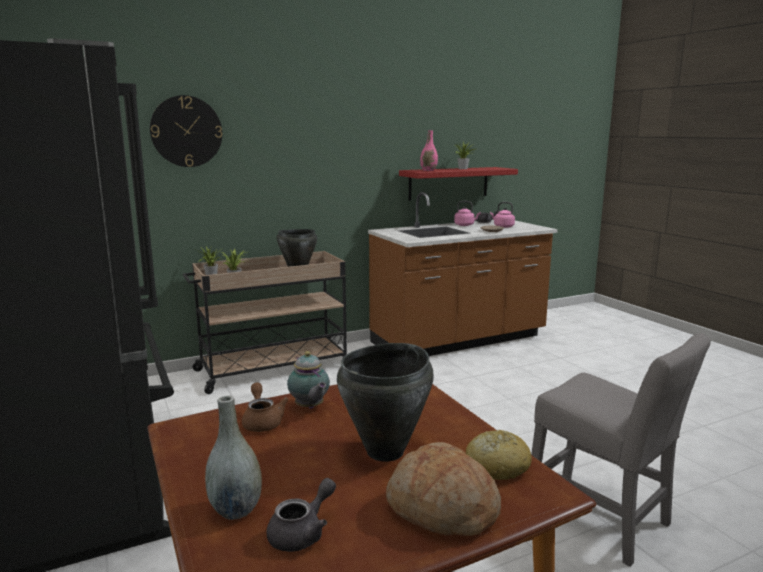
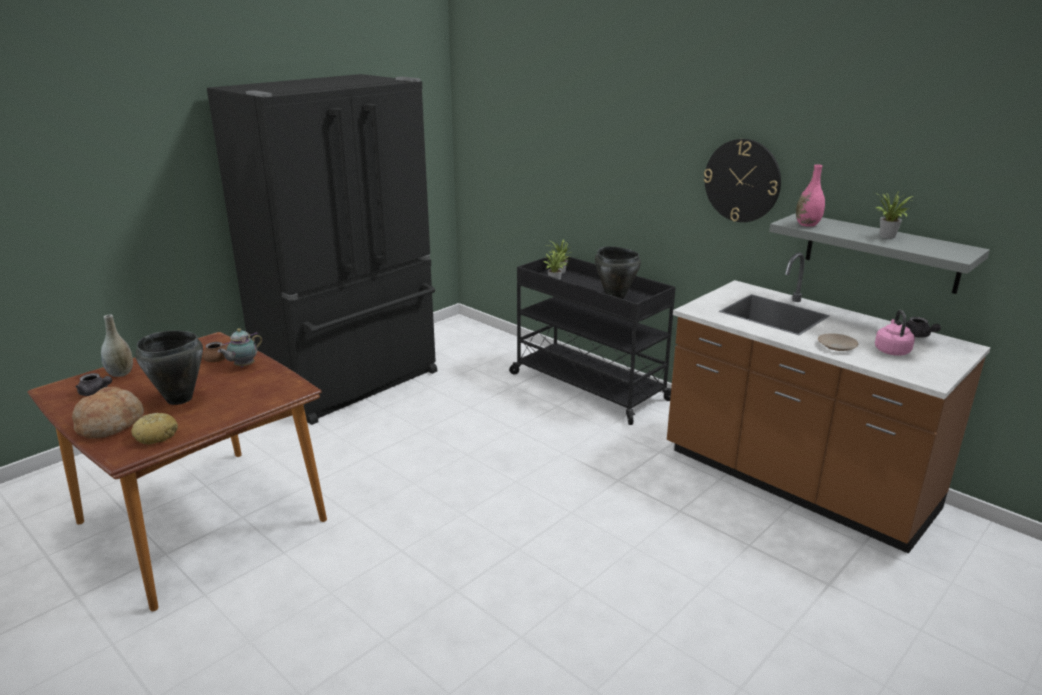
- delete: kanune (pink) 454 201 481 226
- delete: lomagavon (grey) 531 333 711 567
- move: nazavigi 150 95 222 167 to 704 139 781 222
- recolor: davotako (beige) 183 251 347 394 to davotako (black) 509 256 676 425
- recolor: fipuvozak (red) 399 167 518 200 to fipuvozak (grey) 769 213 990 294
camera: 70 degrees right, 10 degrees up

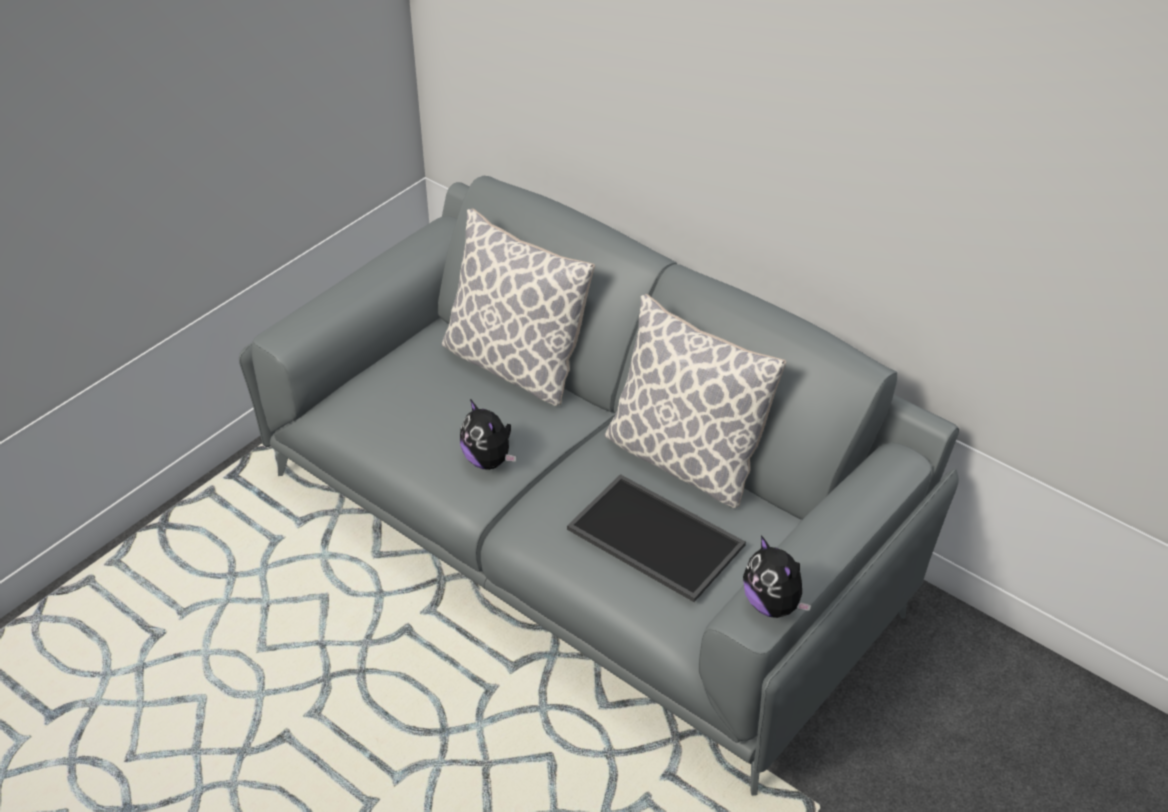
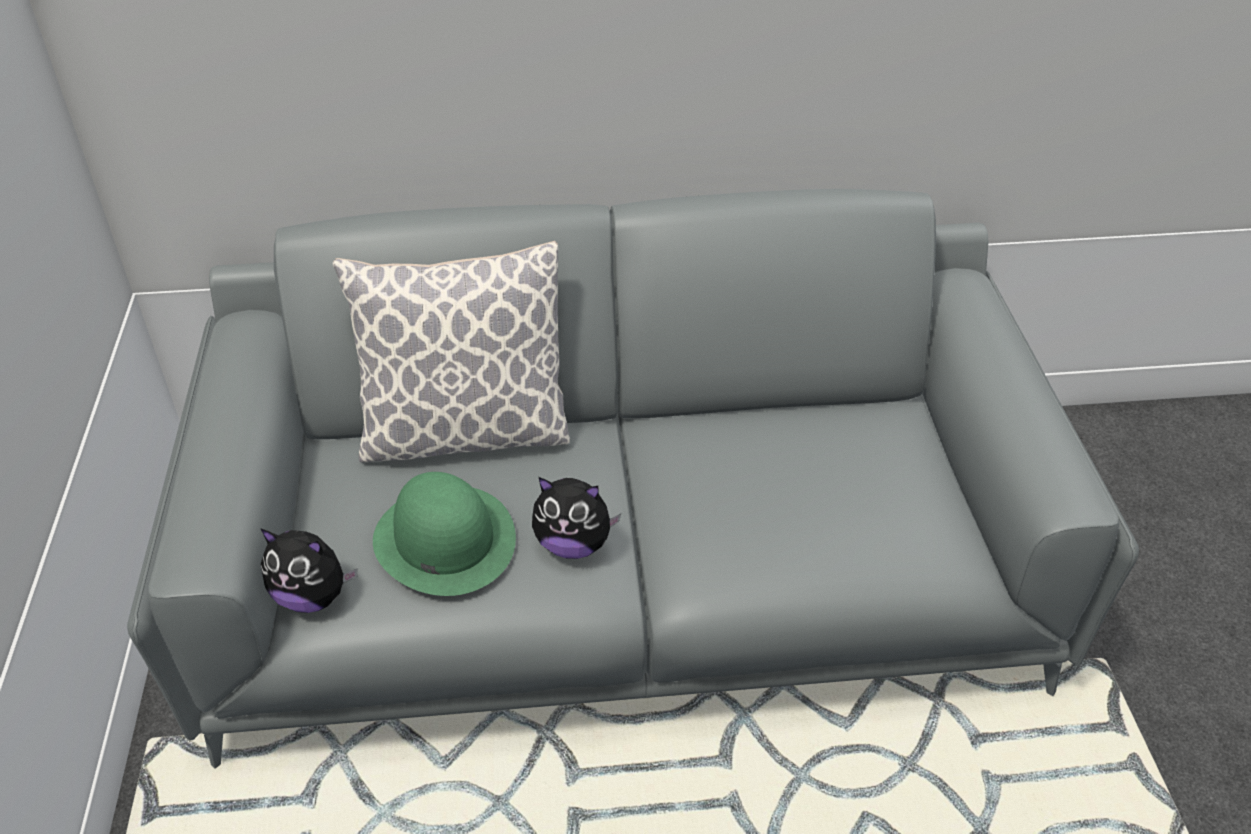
- delete: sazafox 567 474 746 602
- delete: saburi 604 294 787 508
- insert: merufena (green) 373 472 516 596
- move: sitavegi 743 535 811 618 to 260 528 357 613
camera: 45 degrees left, 0 degrees up

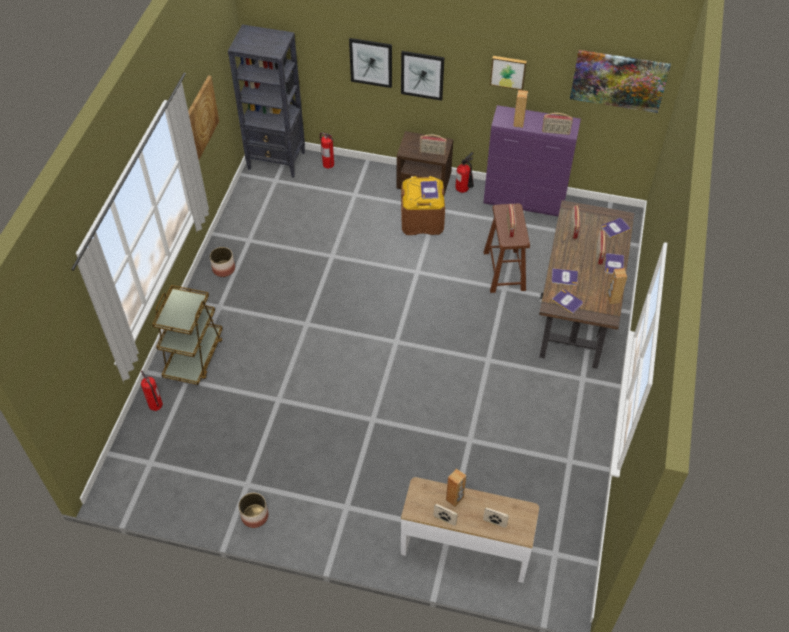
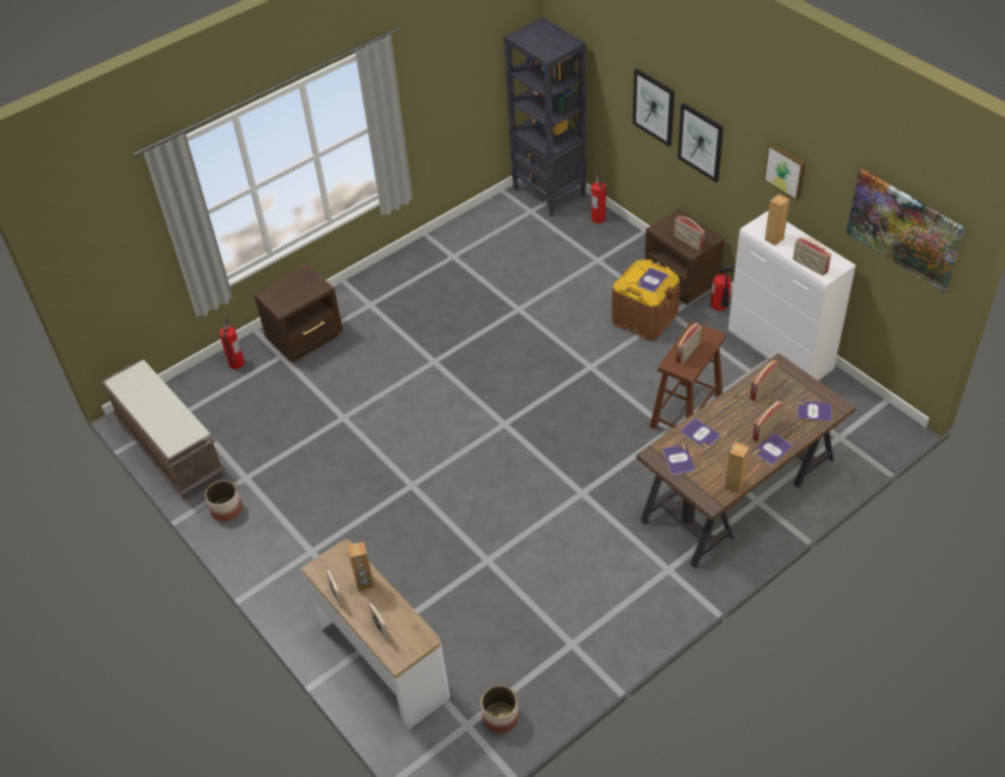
- delete: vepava 188 75 219 160
- insert: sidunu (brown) 100 359 225 499
- move: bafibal 210 247 235 277 to 481 685 519 733
- replace: davotako (brown) 152 285 223 385 to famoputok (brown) 254 265 343 362
- recolor: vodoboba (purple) 484 105 581 216 to vodoboba (white) 728 210 856 380
camera: 40 degrees right, 5 degrees down

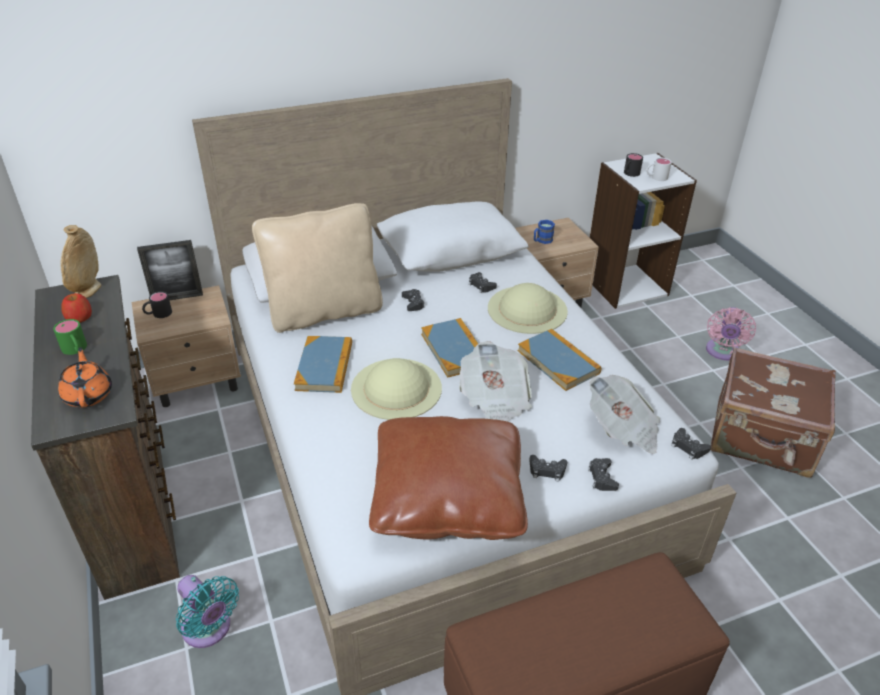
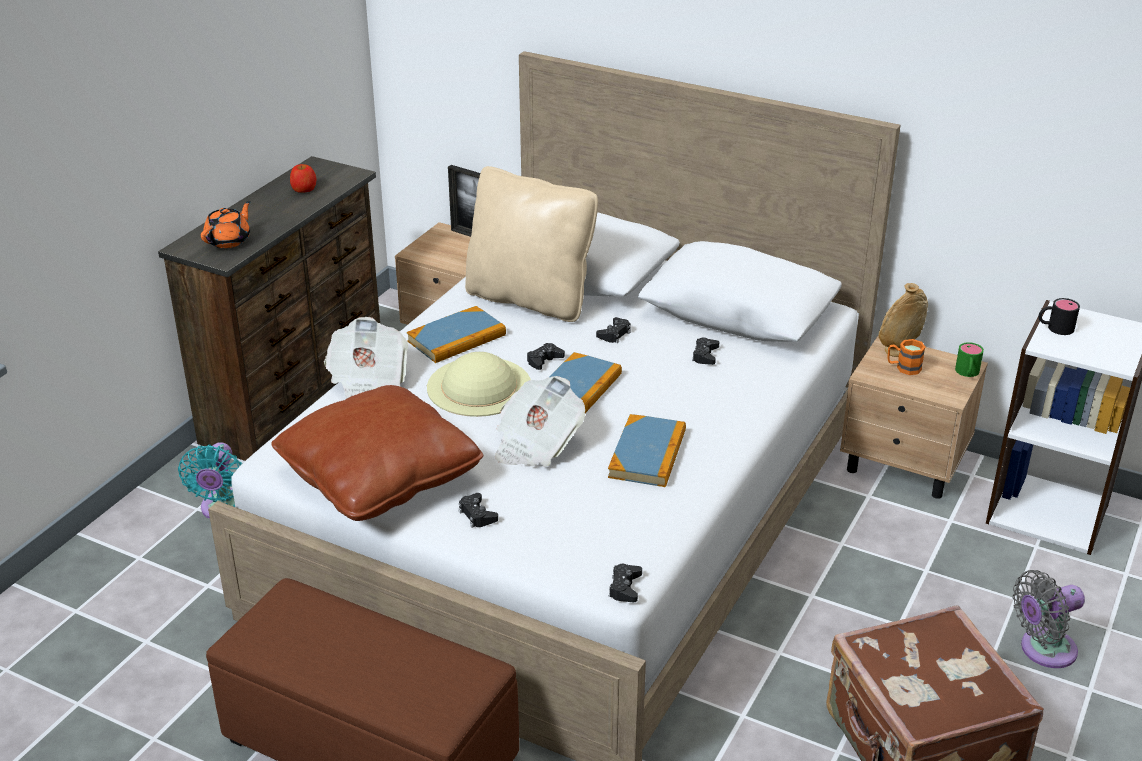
- delete: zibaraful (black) 142 291 172 318
- delete: merufena (beige) 488 283 568 334
- delete: zibaraful (white) 646 158 672 181
- move: zibaraful (green) 53 319 87 355 to 955 342 984 377
- move: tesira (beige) 60 225 101 298 to 878 283 928 357
- move: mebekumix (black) 588 458 619 491 to 527 343 565 370
- move: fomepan 590 375 660 454 to 324 317 409 399
- recolor: zibaraful (blue) 534 220 555 244 to zibaraful (orange) 887 339 925 375
- recolor: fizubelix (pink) 706 307 756 360 to fizubelix (grey) 1012 570 1085 668
camera: 50 degrees right, 5 degrees down

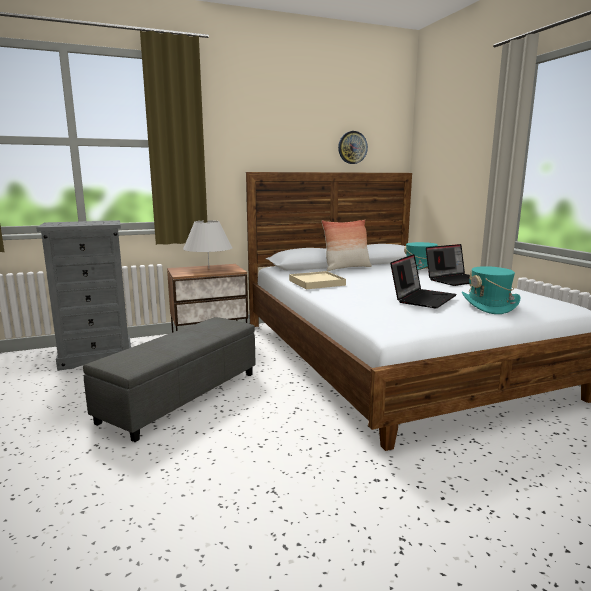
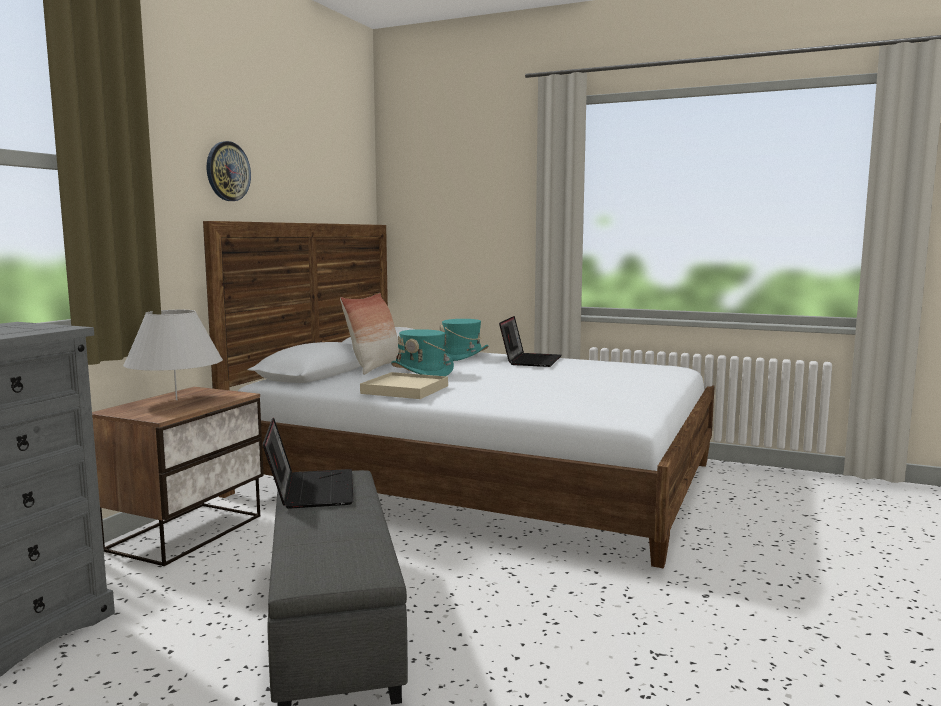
- move: nazavigi 338 131 368 164 to 207 141 251 201
- move: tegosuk 390 254 457 309 to 263 417 354 509
- move: merufena (turquoise) 462 266 521 314 to 391 329 454 376
camera: 45 degrees left, 5 degrees down

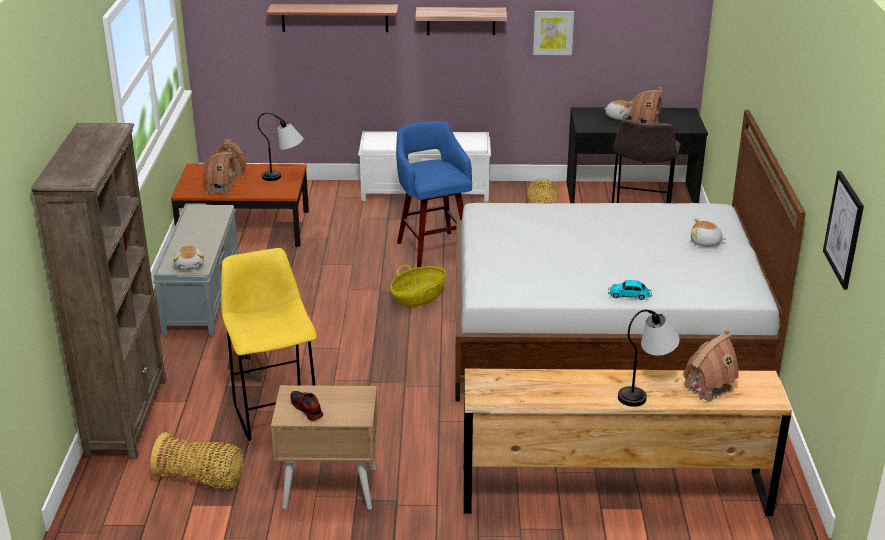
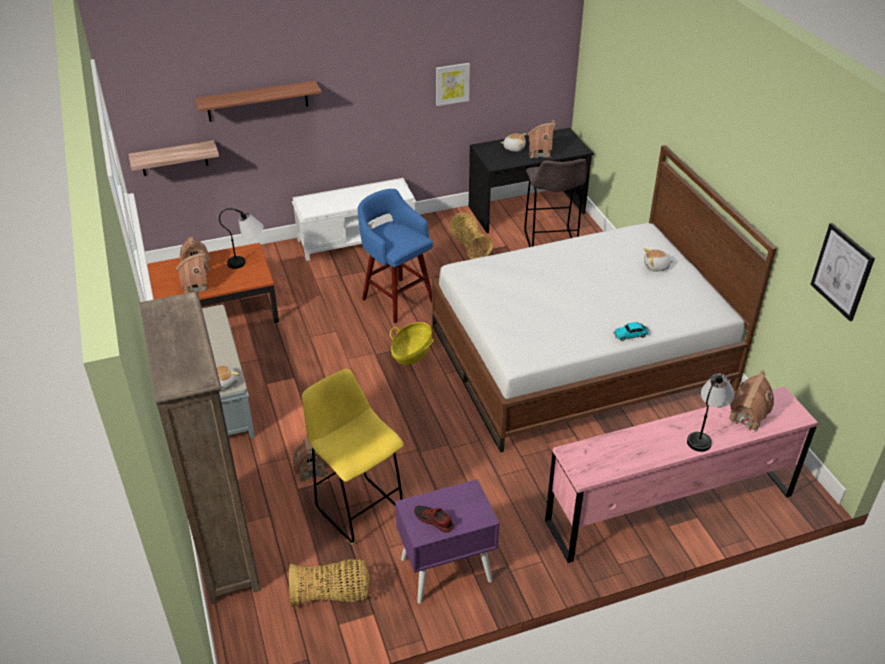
- move: fipuvozak 415 7 507 35 to 128 140 219 176
- recolor: famoputok (beige) 271 385 378 510 to famoputok (purple) 395 479 500 604
- recolor: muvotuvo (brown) 464 369 792 516 to muvotuvo (pink) 545 386 818 563
camera: 20 degrees left, 10 degrees up

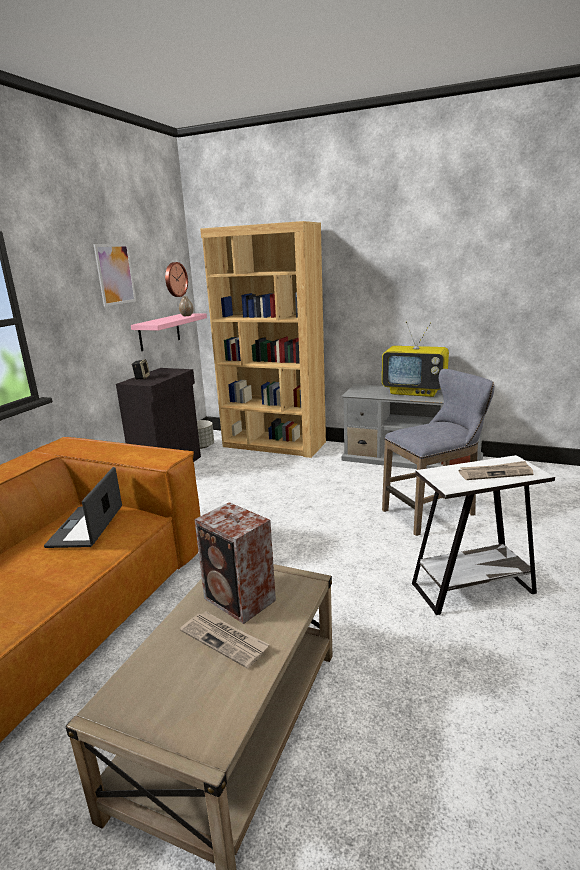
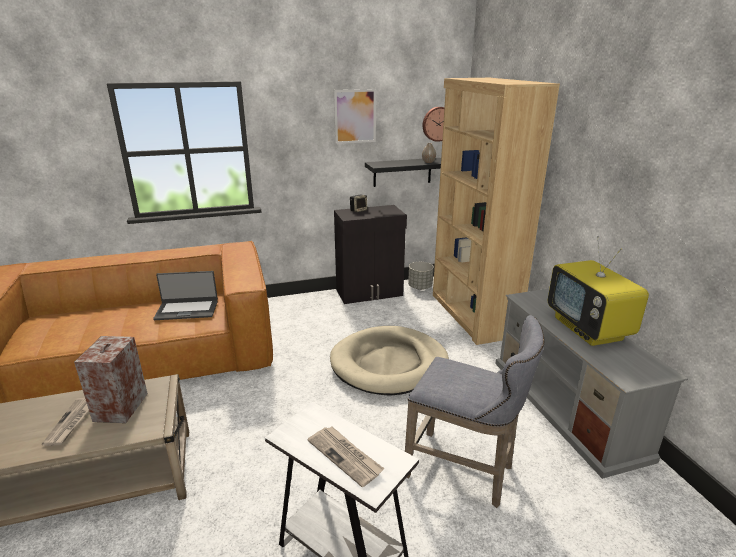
- insert: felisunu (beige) 330 326 449 396
- recolor: fipuvozak (pink) 131 314 207 351 to fipuvozak (black) 365 158 441 187
- rotate: tegosuk 44 467 122 548 = 153 271 218 320 150 degrees counterclockwise
camera: 50 degrees right, 5 degrees up

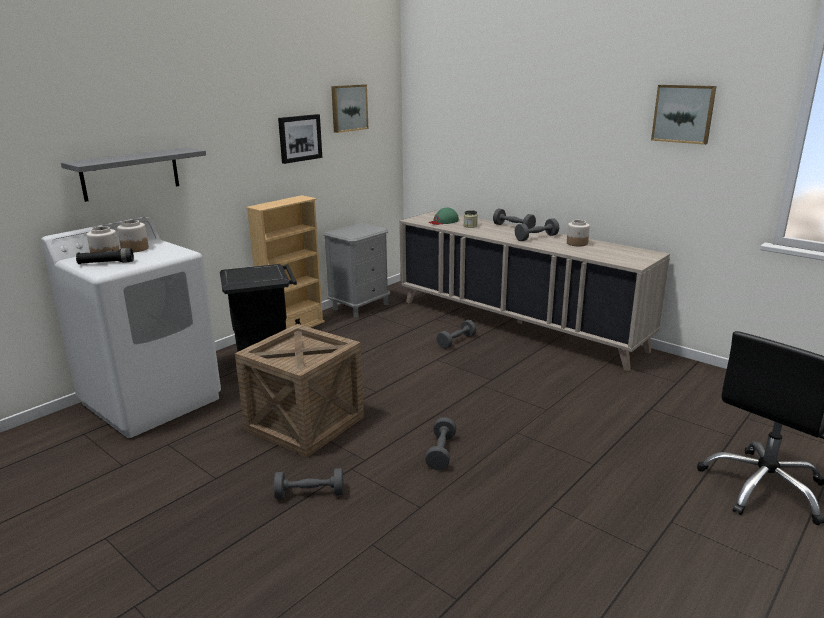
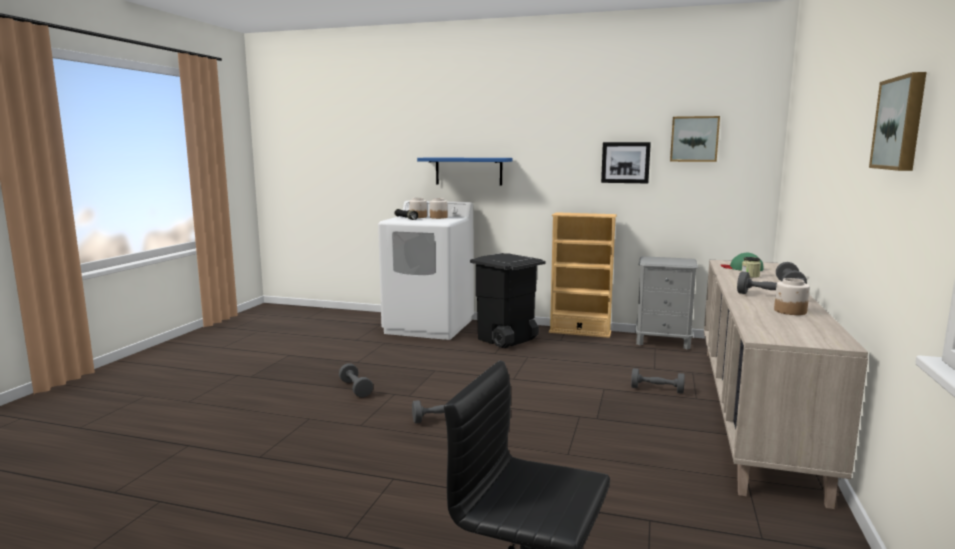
- delete: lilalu 235 324 364 457
- recolor: fipuvozak (grey) 61 148 206 202 to fipuvozak (blue) 417 157 512 186
camera: 65 degrees right, 10 degrees down

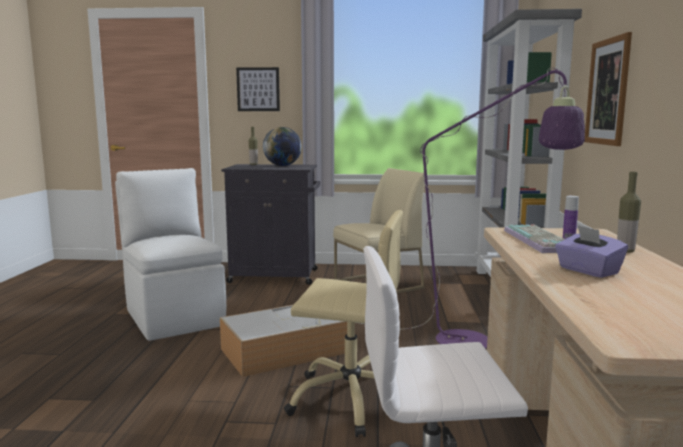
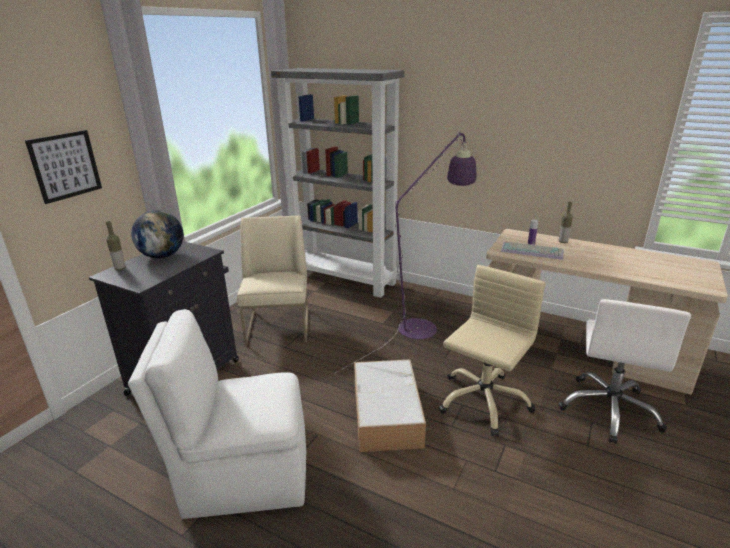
- delete: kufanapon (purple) 555 225 628 278
- delete: vepava 584 32 632 146
camera: 65 degrees left, 15 degrees up

